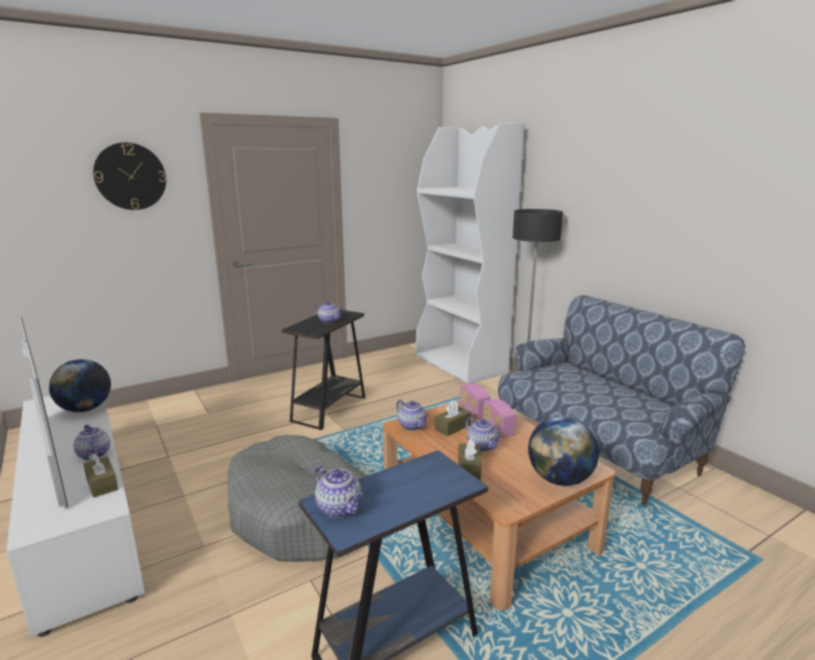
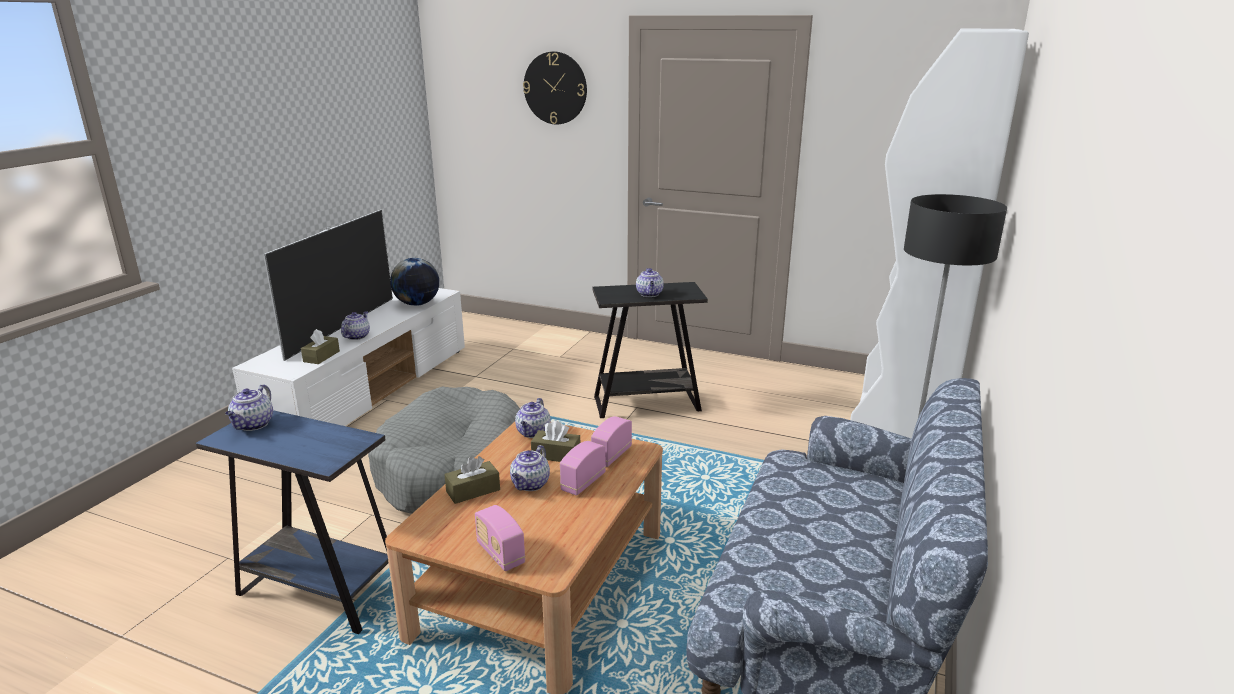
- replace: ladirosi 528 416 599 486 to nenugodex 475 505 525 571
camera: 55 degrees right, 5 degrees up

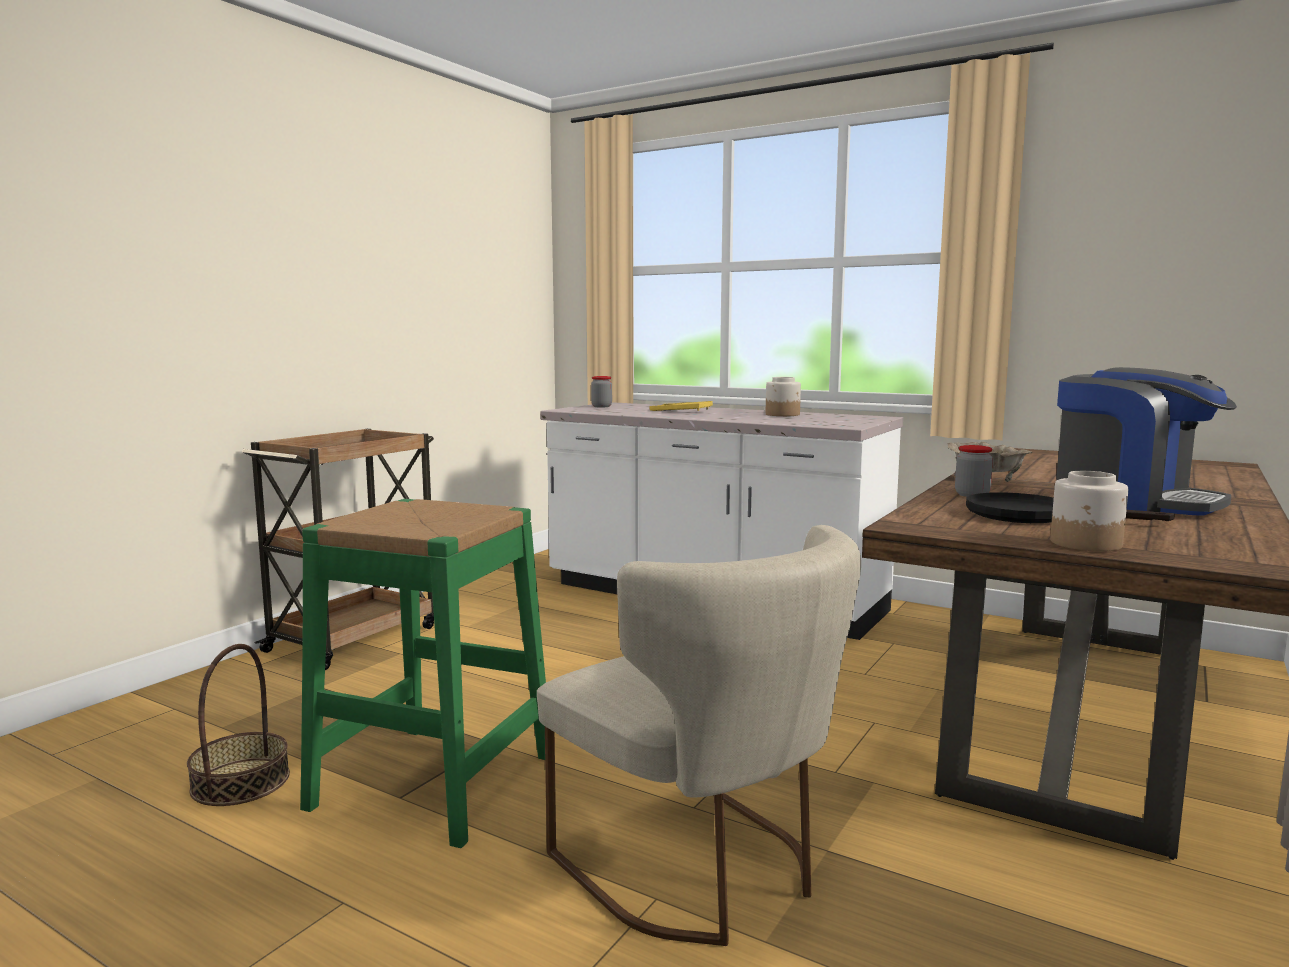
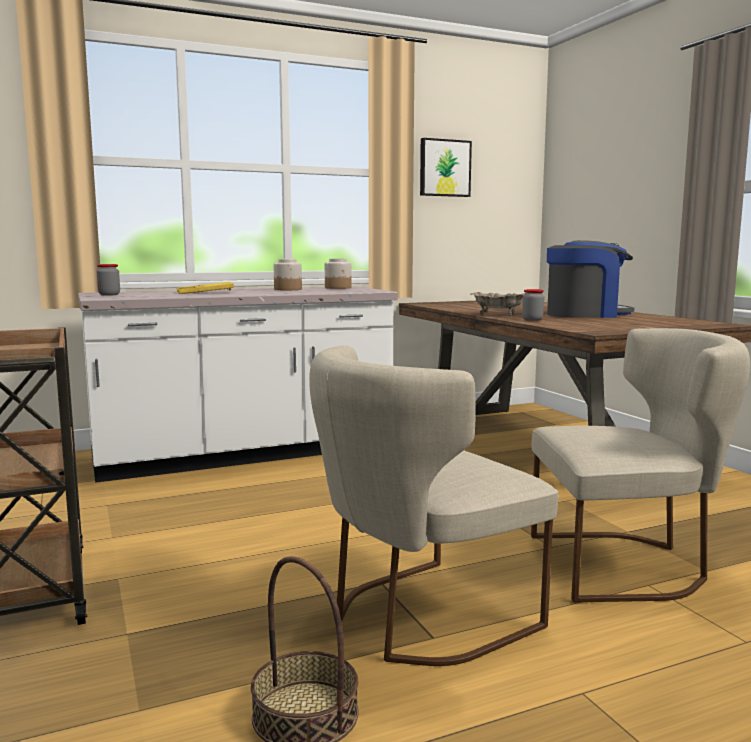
- delete: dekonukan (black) 966 492 1175 523
- insert: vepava 420 138 472 197
- move: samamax 1050 471 1128 551 to 325 258 352 289
- replace: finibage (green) 300 499 546 848 to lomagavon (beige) 309 345 558 666
camera: 55 degrees left, 0 degrees up

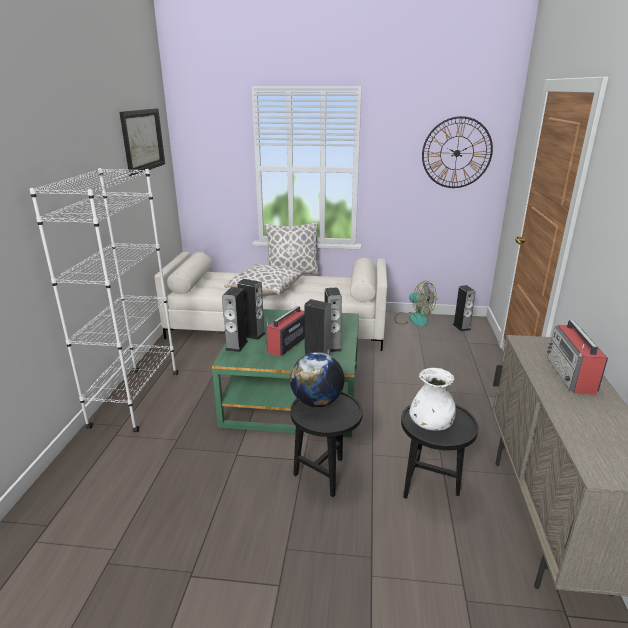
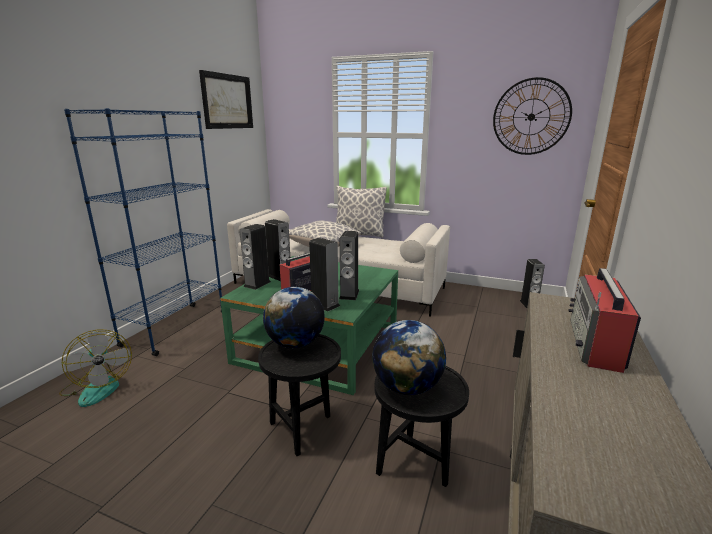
- move: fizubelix 394 281 436 327 to 59 329 132 407
- replace: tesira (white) 409 368 456 431 to ladirosi 372 320 446 395
- recolor: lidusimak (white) 29 168 178 432 to lidusimak (blue) 64 108 222 356
camera: 15 degrees right, 5 degrees down

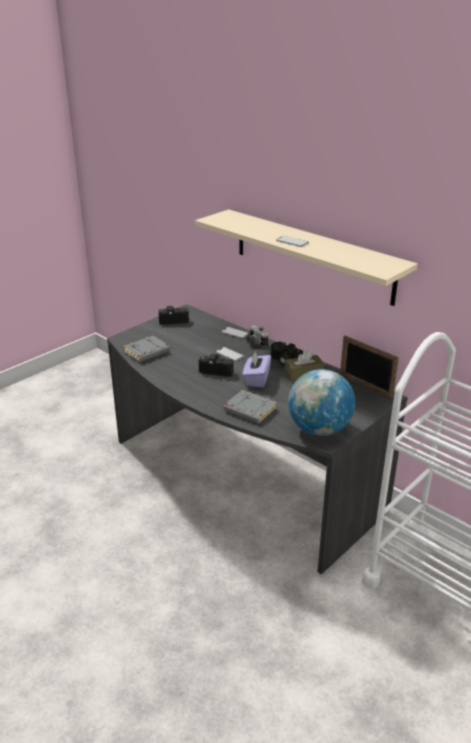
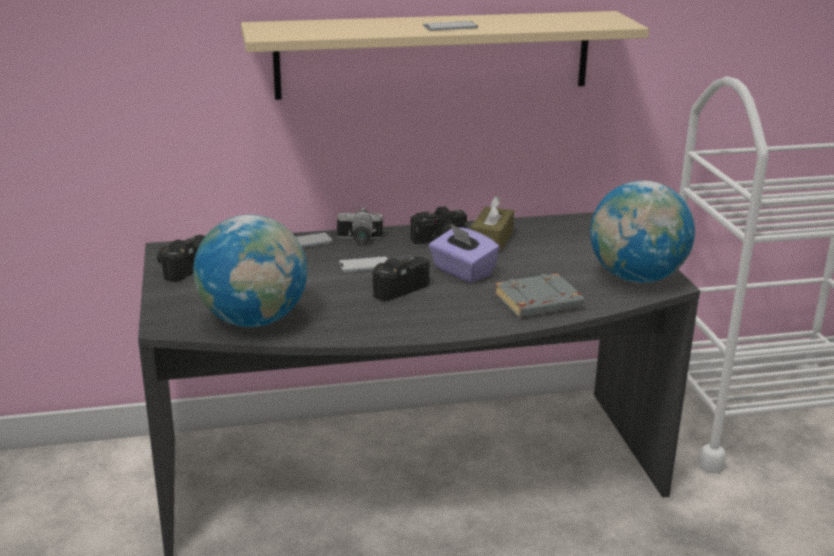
- delete: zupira 340 336 399 398
- replace: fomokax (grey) 123 336 170 362 to ladirosi 193 215 307 327
camera: 55 degrees left, 5 degrees down

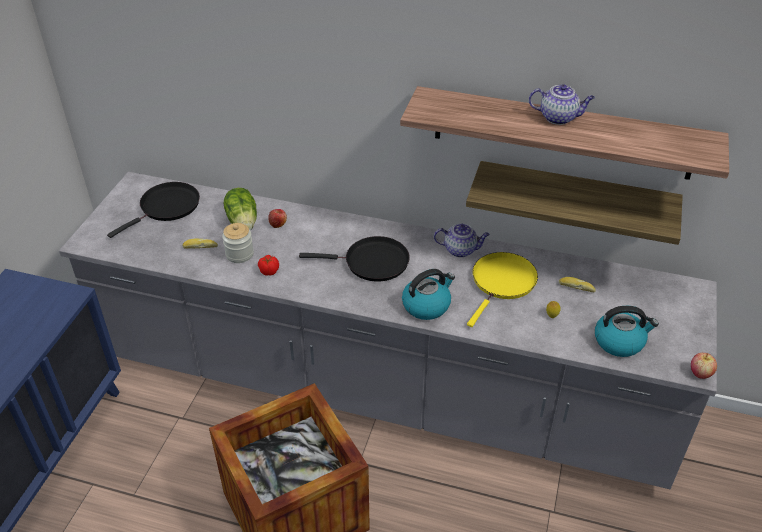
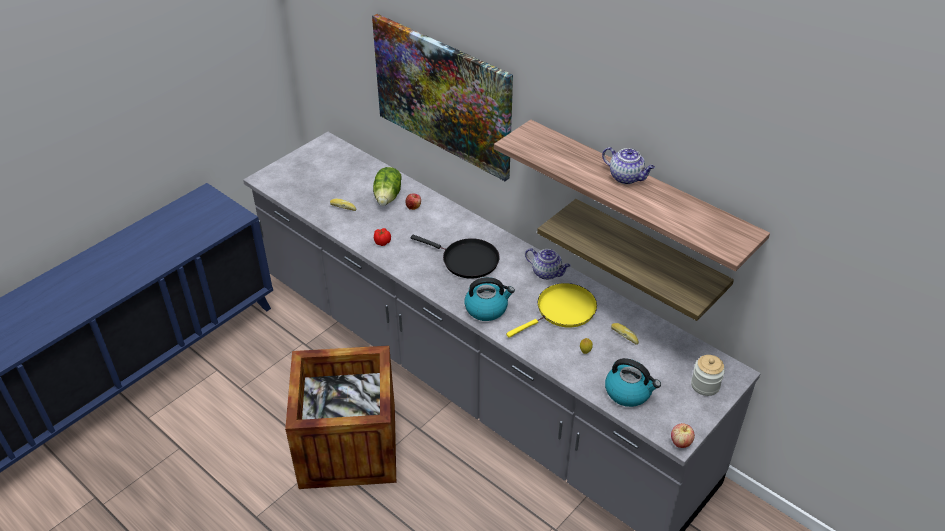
- delete: dekonukan (black) 107 182 200 238
- insert: vepava 372 14 513 181
- move: samamax 222 223 254 263 to 691 355 725 396
camera: 25 degrees right, 0 degrees up

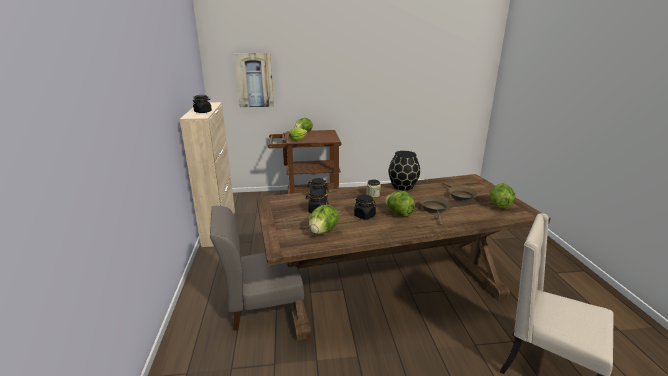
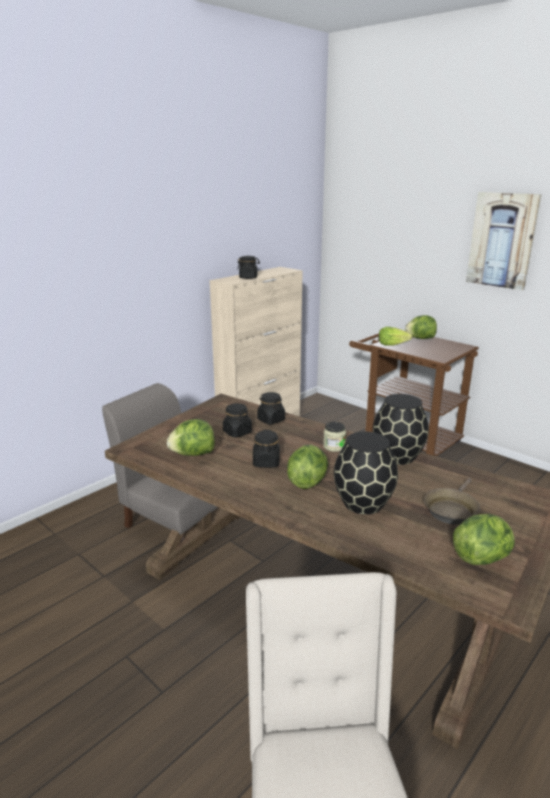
- move: vepava 234 53 274 108 to 466 192 542 290
- replace: dekonukan (brown) 420 196 450 226 to tesira (black) 334 432 398 515
camera: 50 degrees right, 0 degrees up

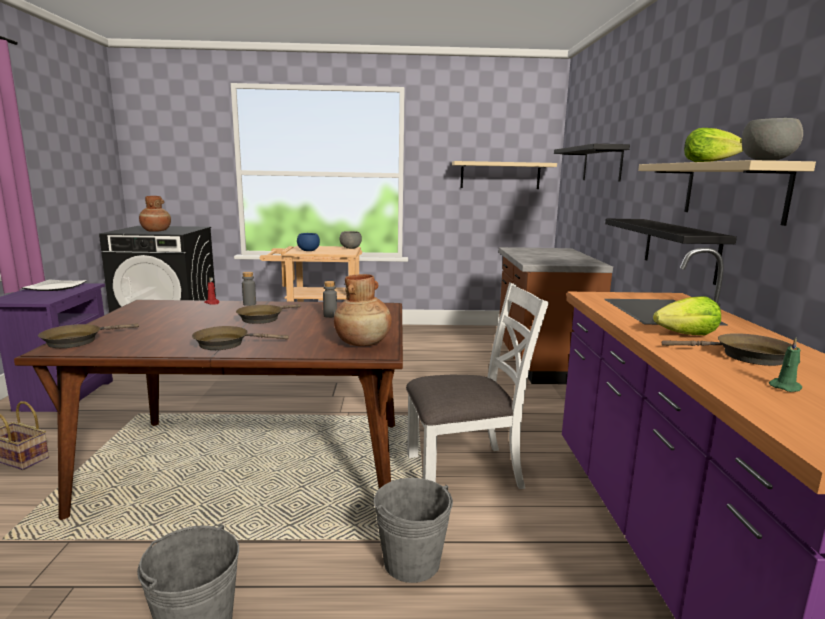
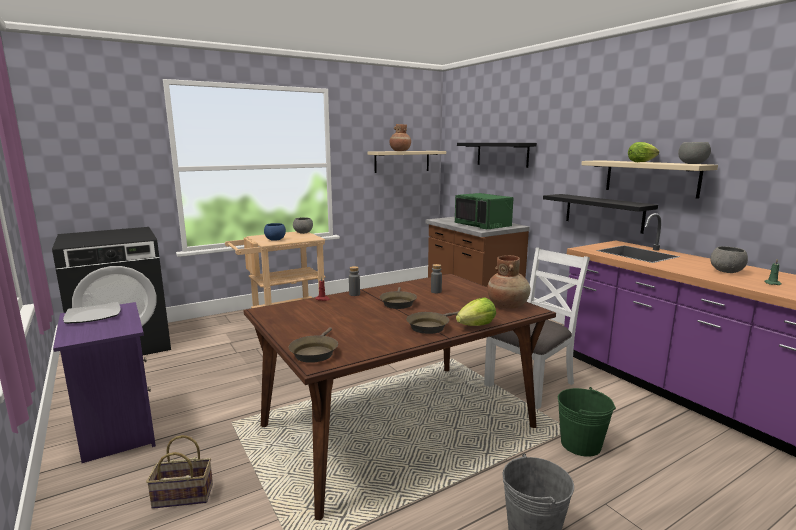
- insert: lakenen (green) 455 193 514 229
- move: tesira (brown) 139 196 171 232 to 389 124 411 151
- move: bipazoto 653 296 721 335 to 456 298 496 326
- replace: dekonukan (brown) 662 333 792 366 to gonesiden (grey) 710 246 748 273
- recolor: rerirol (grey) 374 478 453 583 to rerirol (green) 558 387 616 457
camera: 30 degrees left, 0 degrees up

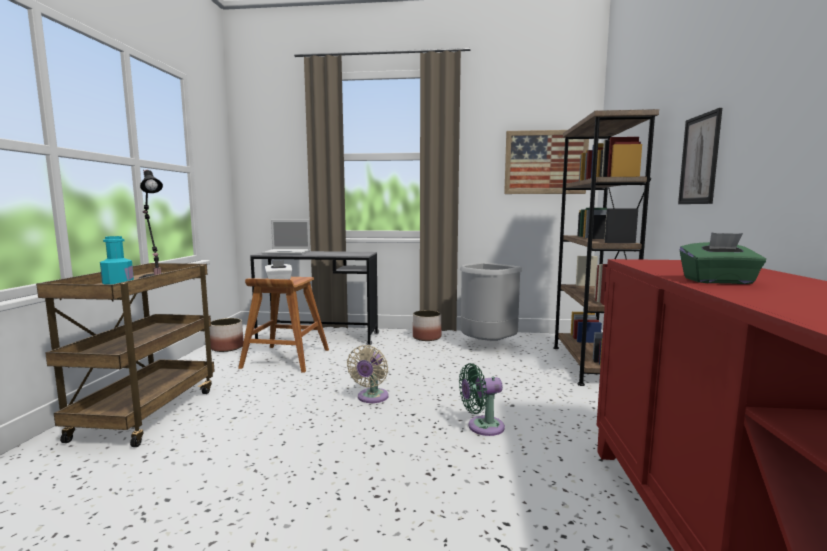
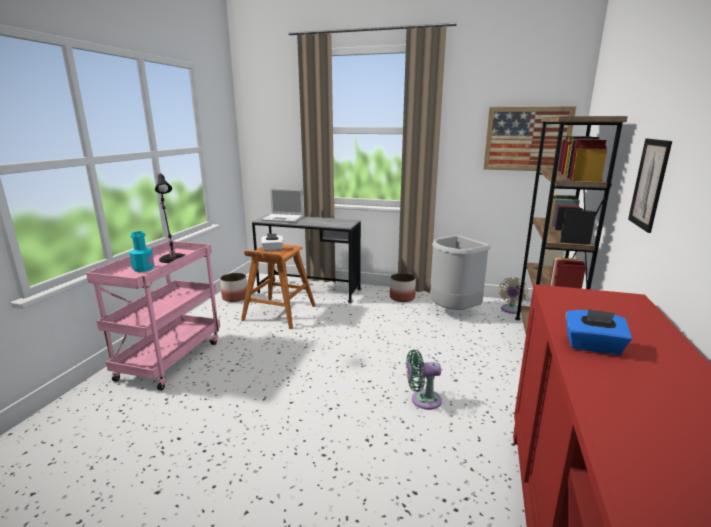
- move: fizubelix (beige) 347 345 389 403 to 499 277 528 314
- recolor: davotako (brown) 36 263 215 447 to davotako (pink) 86 241 220 391
- recolor: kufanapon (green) 680 233 766 284 to kufanapon (blue) 565 309 632 355
camera: 10 degrees right, 10 degrees up

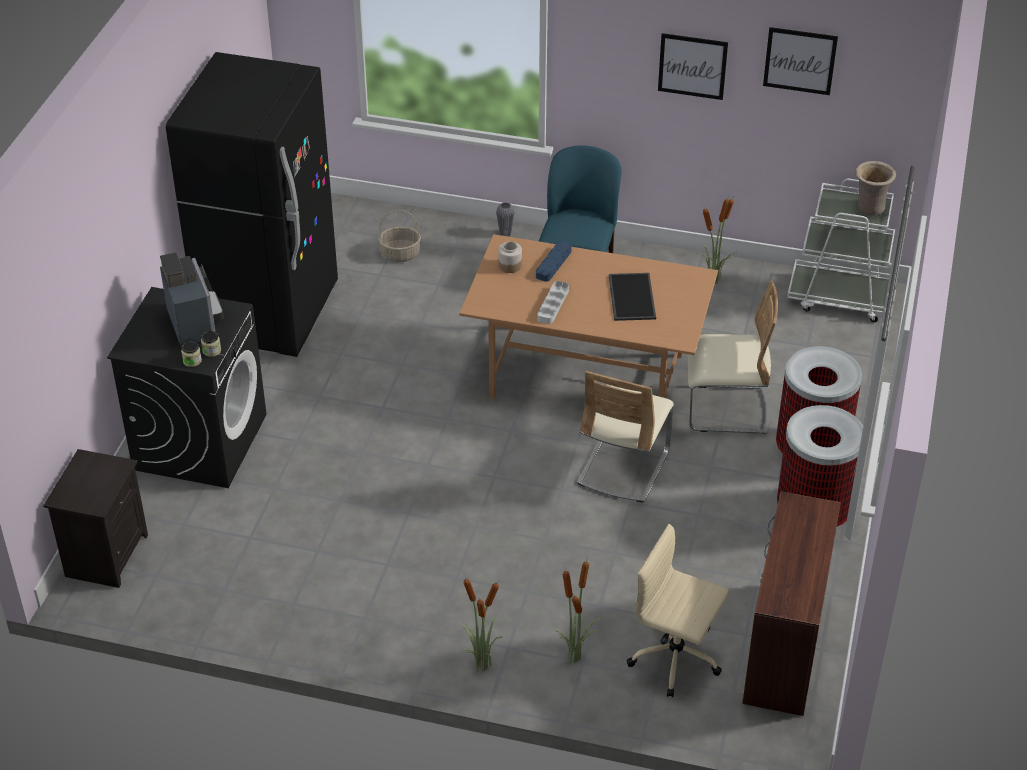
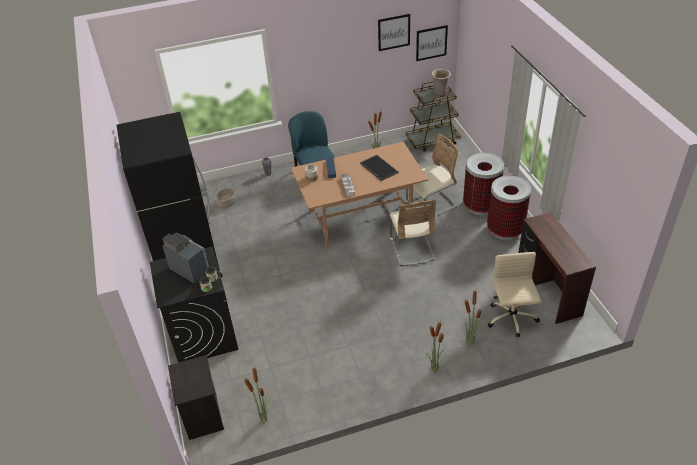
- insert: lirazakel 244 365 272 424
- move: vepava 658 33 728 100 to 416 25 448 61
- recolor: davotako (white) 787 179 895 322 to davotako (brown) 406 81 461 152
- rotate: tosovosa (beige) 627 524 729 697 = 488 252 541 337 90 degrees clockwise
camera: 30 degrees left, 0 degrees up

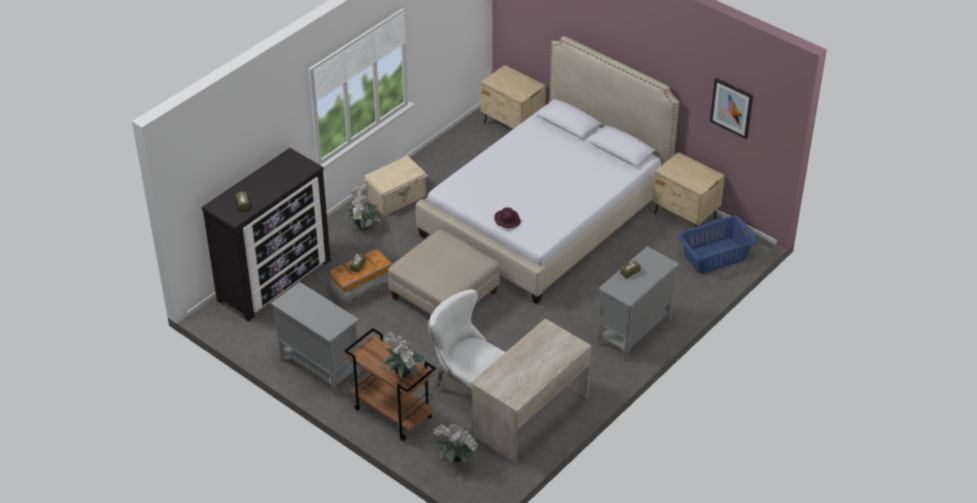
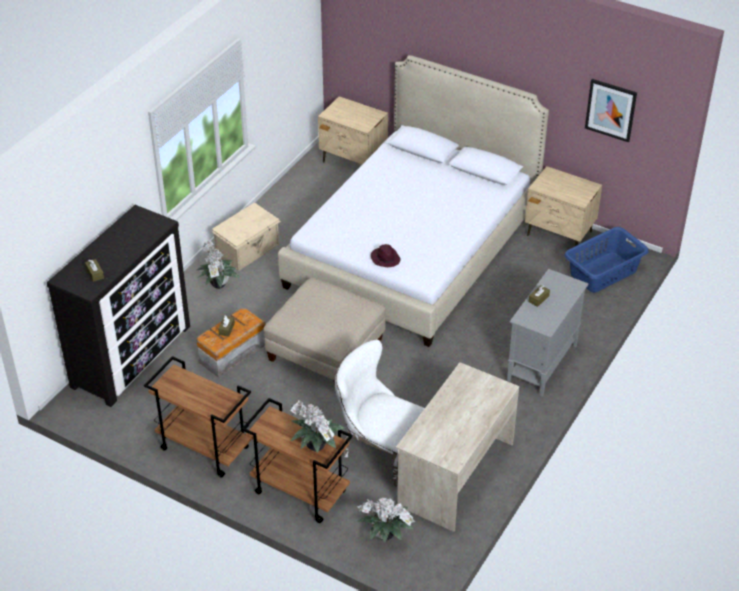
- replace: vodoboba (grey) 271 282 360 395 to davotako (brown) 144 356 252 478
camera: 10 degrees left, 0 degrees up

